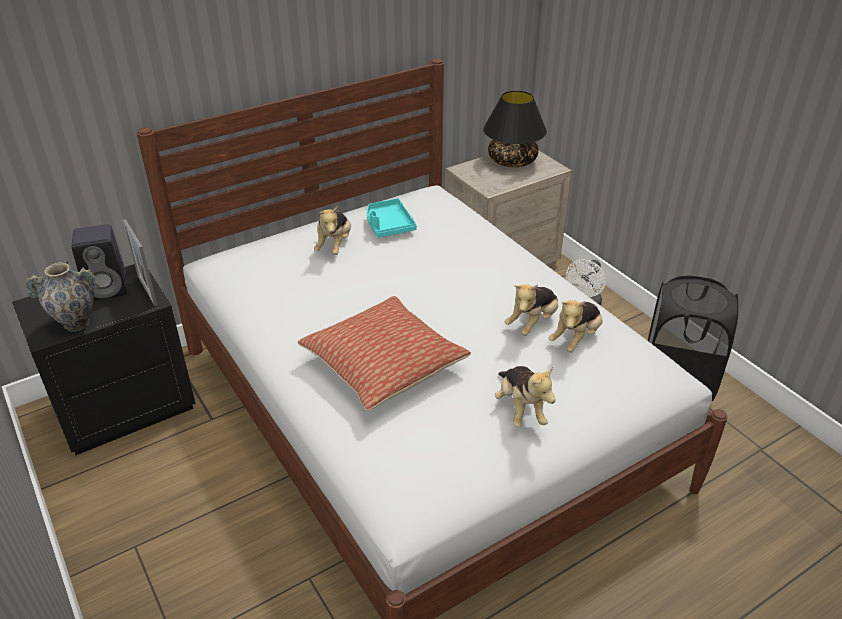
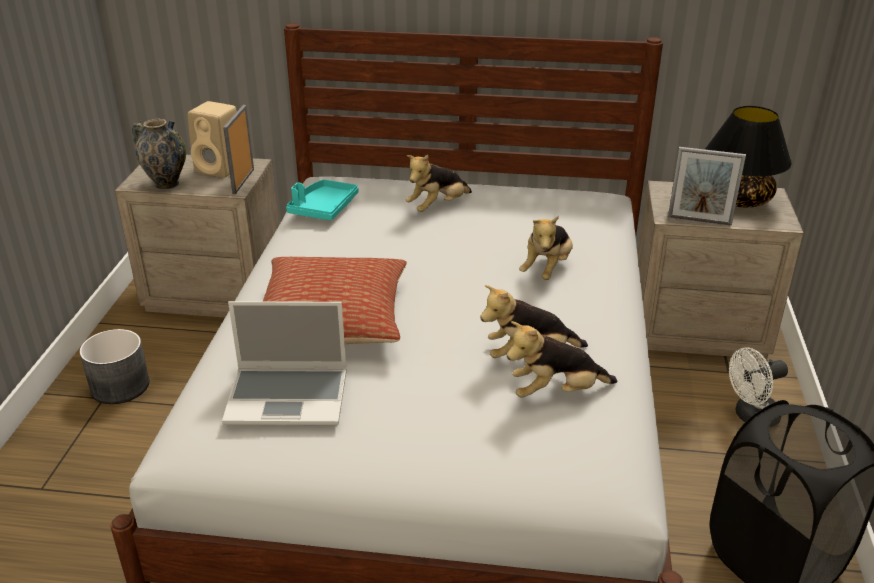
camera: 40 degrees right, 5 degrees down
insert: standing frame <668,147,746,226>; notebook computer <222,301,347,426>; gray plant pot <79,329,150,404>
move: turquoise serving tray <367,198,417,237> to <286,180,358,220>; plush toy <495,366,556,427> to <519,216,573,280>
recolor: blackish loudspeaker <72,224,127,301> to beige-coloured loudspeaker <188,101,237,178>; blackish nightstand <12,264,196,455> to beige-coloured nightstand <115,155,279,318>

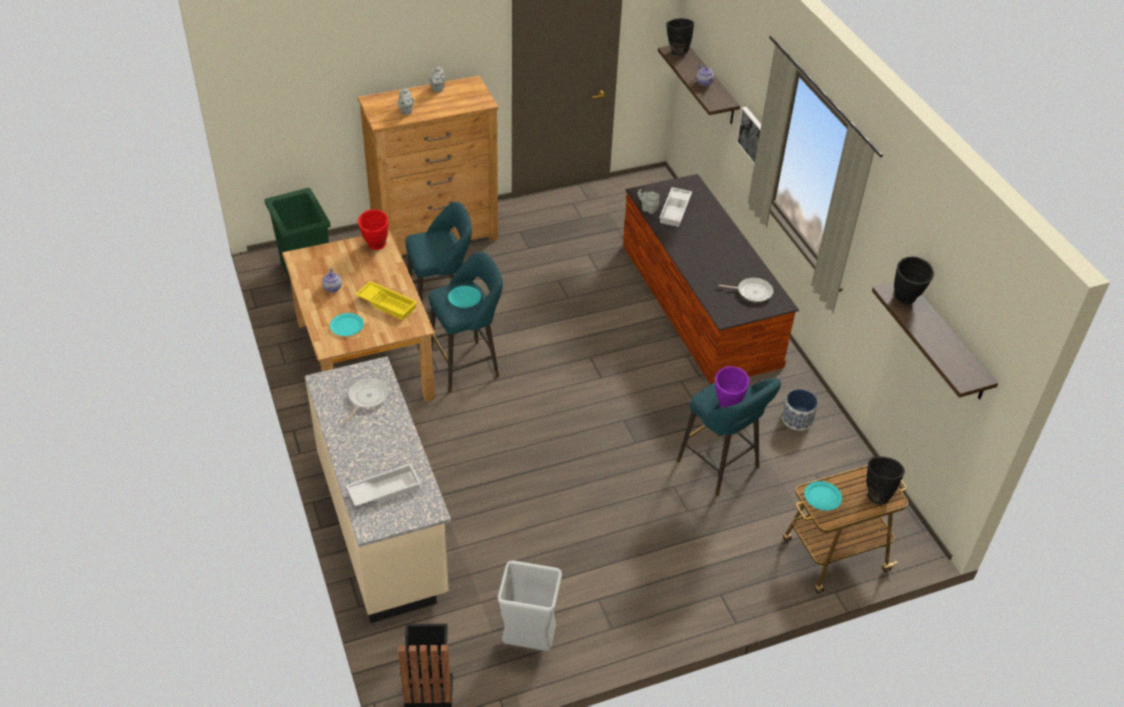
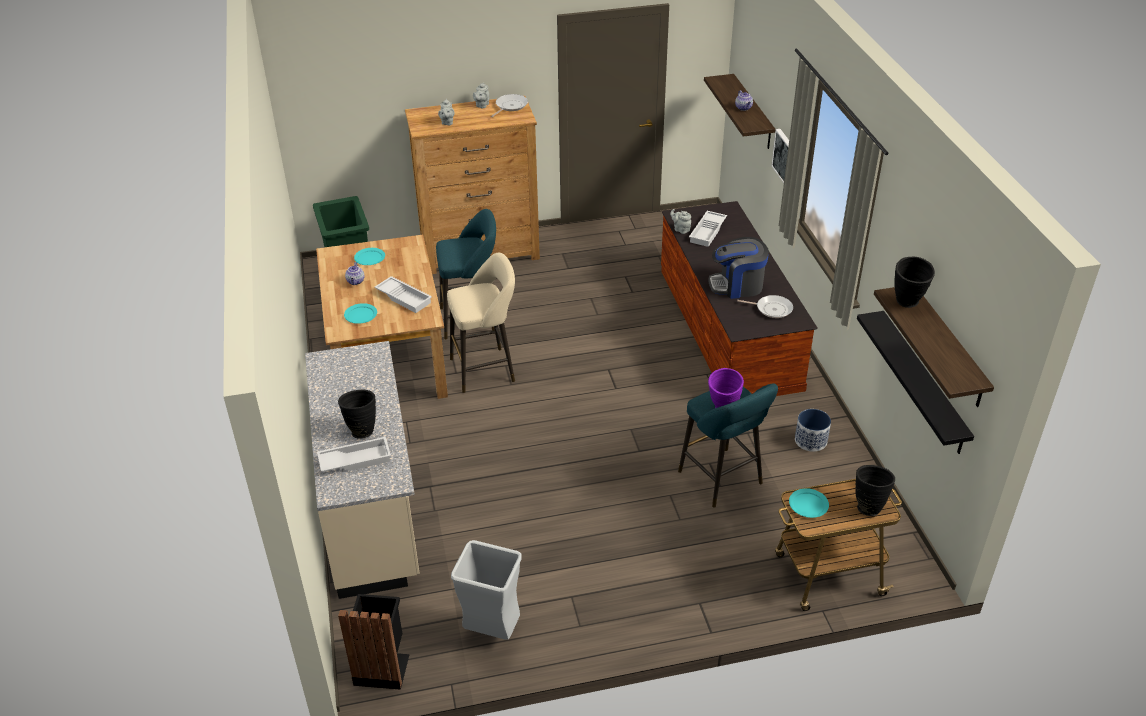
camera: 10 degrees right, 5 degrees down
delete: red-coloured decorative vase <358,210,388,250>
insert: coffee maker <708,237,769,299>; blackish bracket shelf <857,311,974,454>
move: blackish decorative vase <666,18,694,56> to <338,390,376,439>; turquoise flat dish <448,286,481,308> to <354,248,385,265>; pan <345,378,389,422> to <491,94,528,117>
recolor: turquoise sitting stool <429,251,503,393> to beige-coloured sitting stool <447,253,515,393>; yellowish serving tray <356,281,417,320> to white-coloured serving tray <374,276,432,313>

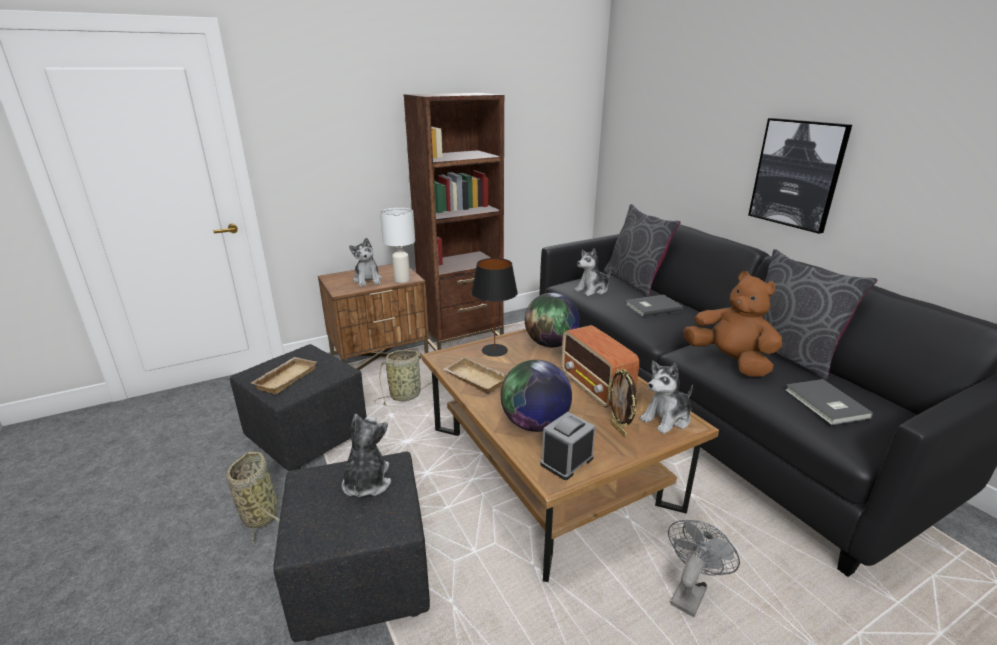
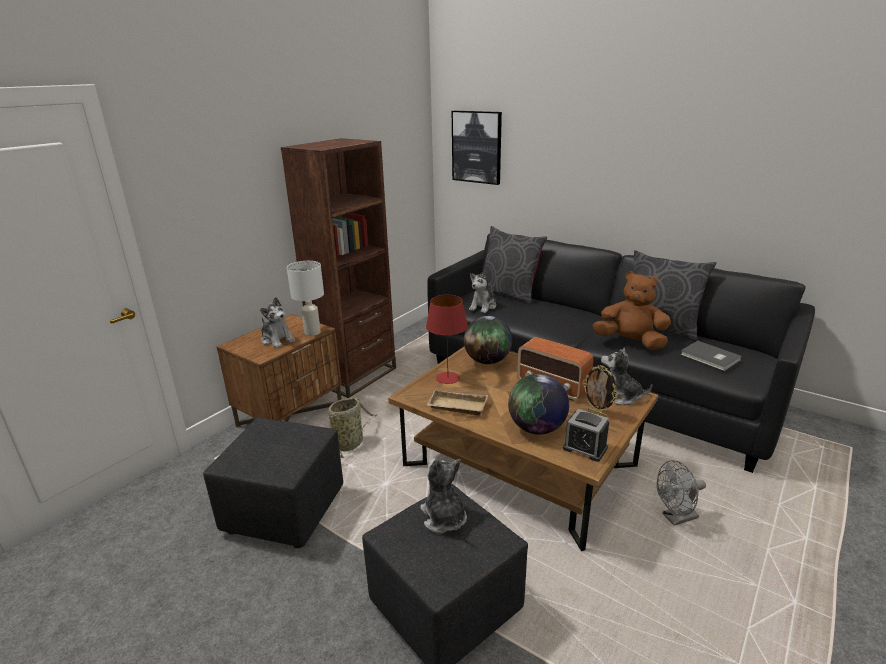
camera: 25 degrees left, 0 degrees up
delete: gray volume <626,295,683,317>; beige-coloured serving tray <251,357,317,394>; basket <226,452,280,546>
move: picture <748,118,852,234> to <452,111,502,185>
recolor: blackish tabletop lamp <471,258,518,357> to red-coloured tabletop lamp <426,295,468,384>
rotate: plush toy <640,361,693,434> = <601,347,652,405> 90 degrees clockwise; bedside clock <540,412,595,480> = <563,409,609,462> 75 degrees counterclockwise; gray fan <668,520,740,617> = <657,460,706,526> 120 degrees counterclockwise

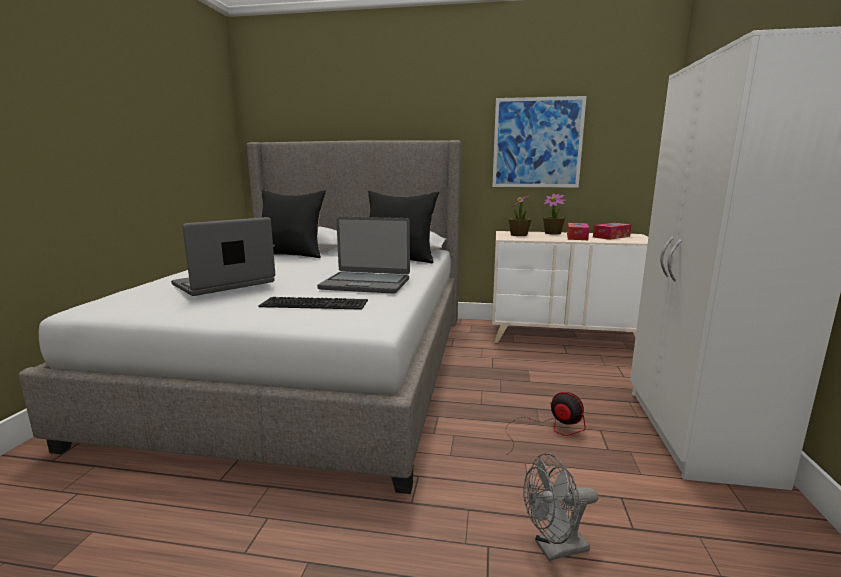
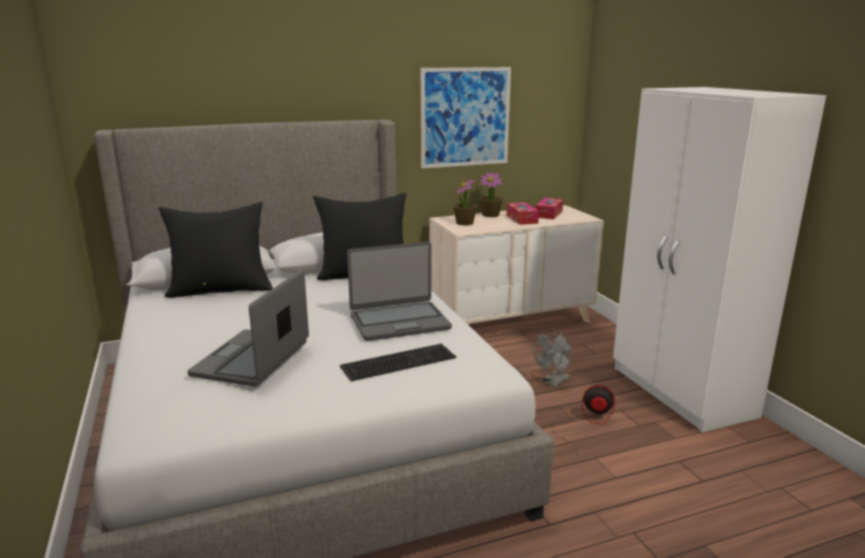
camera: 30 degrees left, 5 degrees up
move: gray fan <524,453,598,561> to <533,329,573,387>

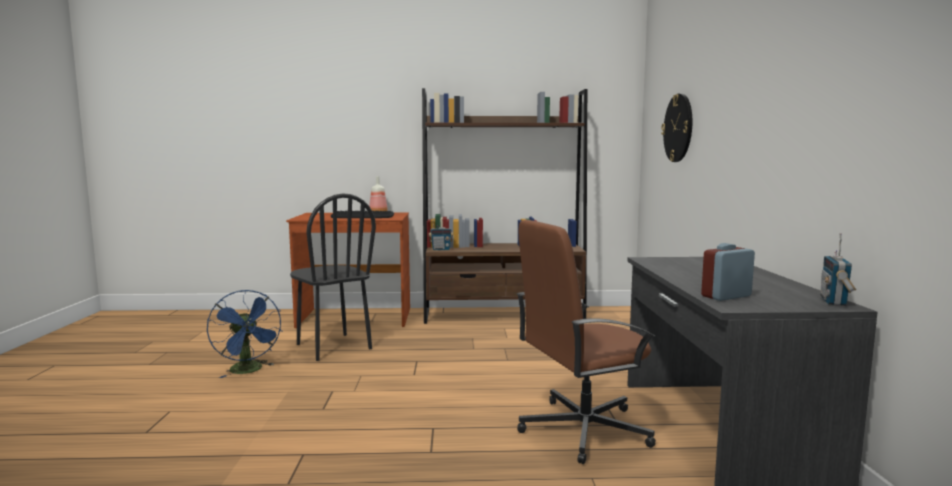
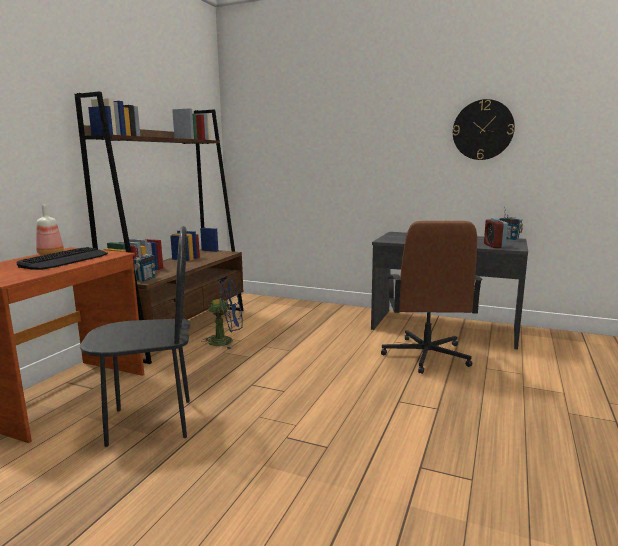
camera: 65 degrees left, 5 degrees up
move: wall clock <661,94,692,162> to <453,99,515,160>; bluish fan <207,290,283,378> to <201,278,243,349>

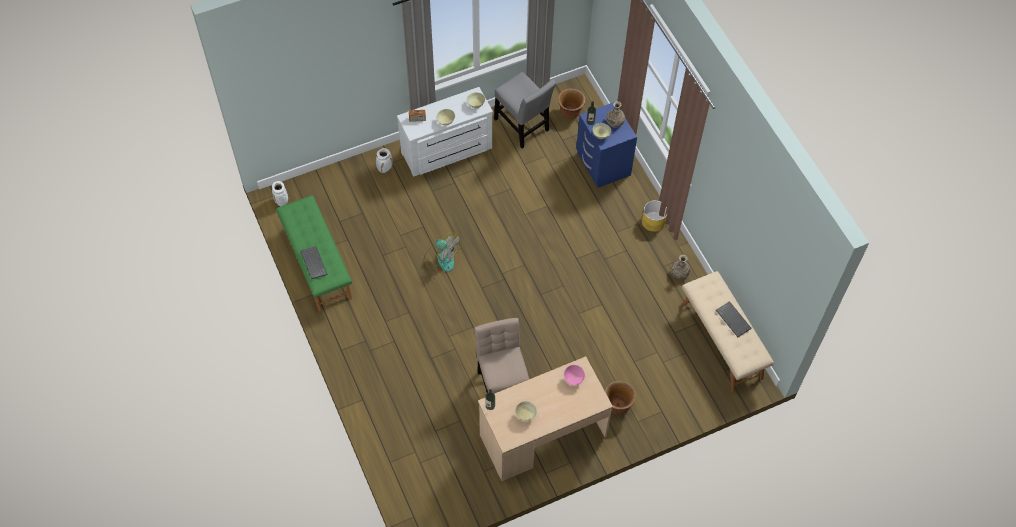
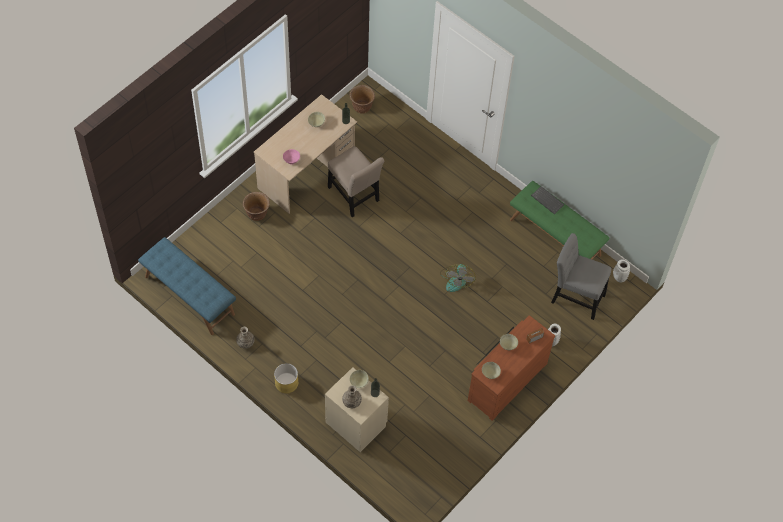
camera: 155 degrees right, 0 degrees up
delete: PC keyboard <716,301,752,337>
move: gray plain chair <494,72,556,148> to <551,233,611,320>; brown plant pot <558,88,585,119> to <350,85,375,114>
recolor: white-coloured drawer chest <397,87,493,177> to brown drawer chest <468,315,555,421>; bluish nightstand <576,102,637,188> to beige-coloured nightstand <325,367,389,452>; beige-coloured indoor bench <681,271,774,392> to bluish indoor bench <138,237,236,335>
rotate: fan <423,232,461,272> = <440,264,476,292> 90 degrees counterclockwise

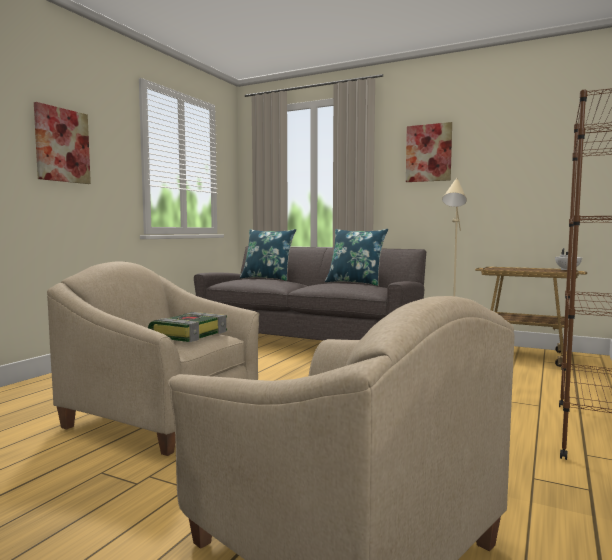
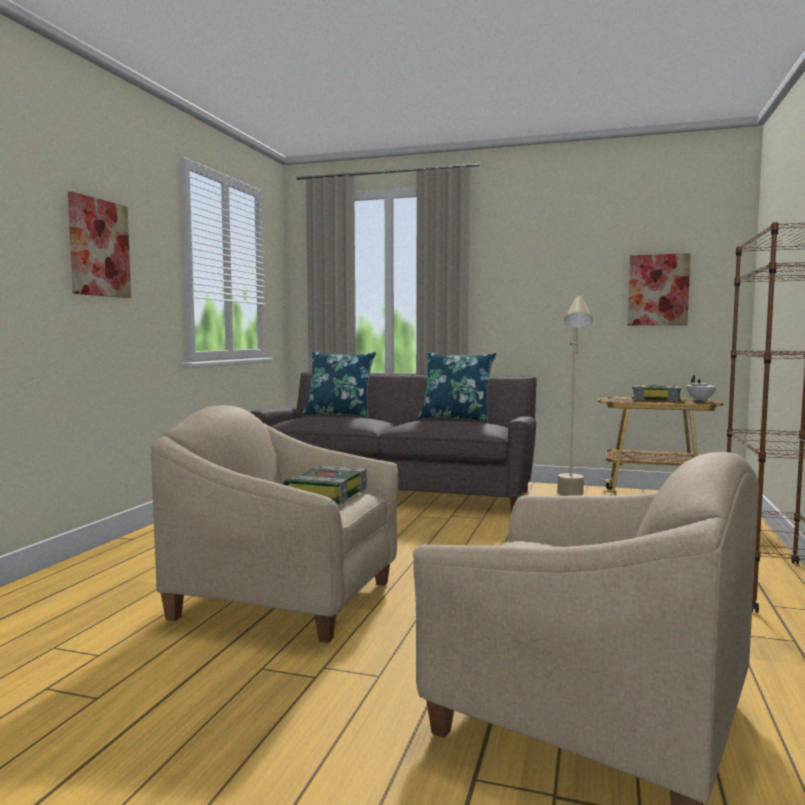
camera: 10 degrees left, 0 degrees up
insert: volume <632,384,681,401>
move: picture <406,122,452,182> to <628,253,691,326>

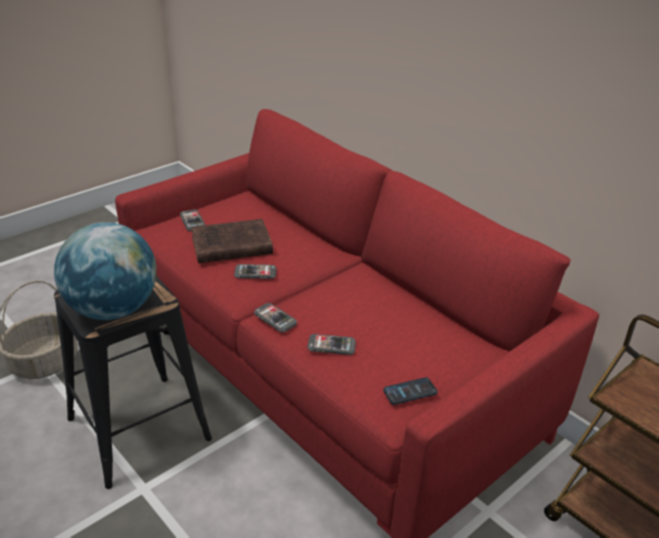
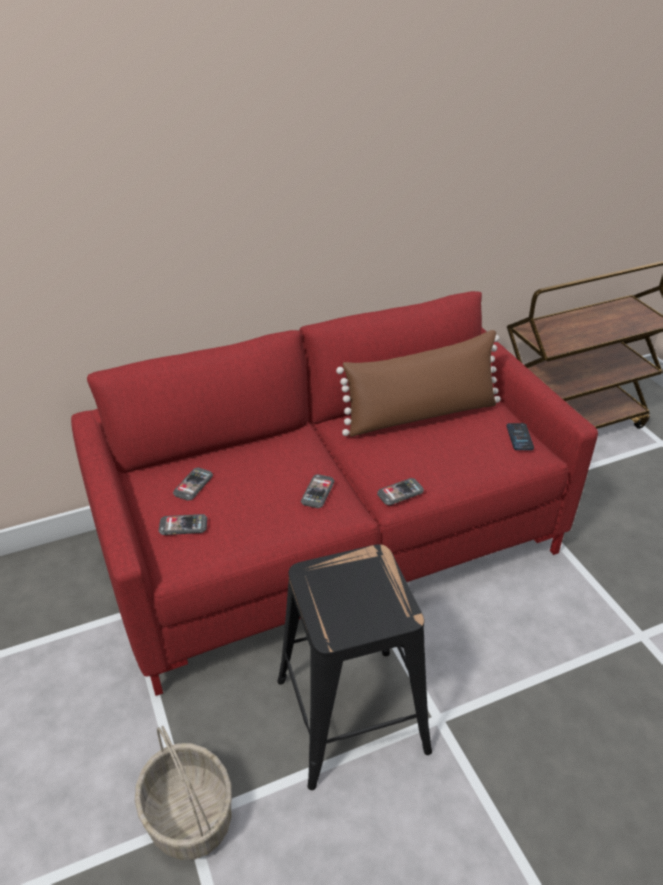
camera: 70 degrees left, 5 degrees up
delete: brown volume <191,219,273,263>; world globe <54,222,157,320>
insert: brown cushion <336,330,501,437>
move: phone <307,334,356,355> to <173,468,213,501>

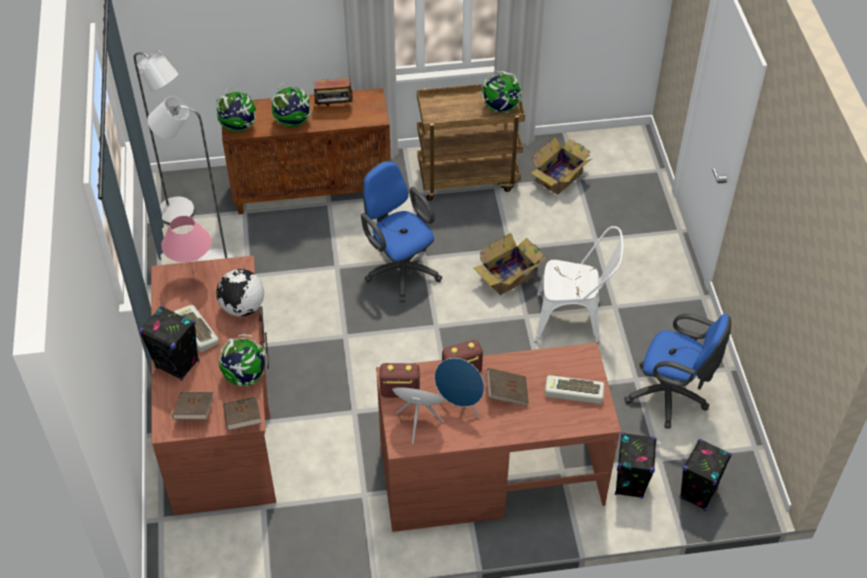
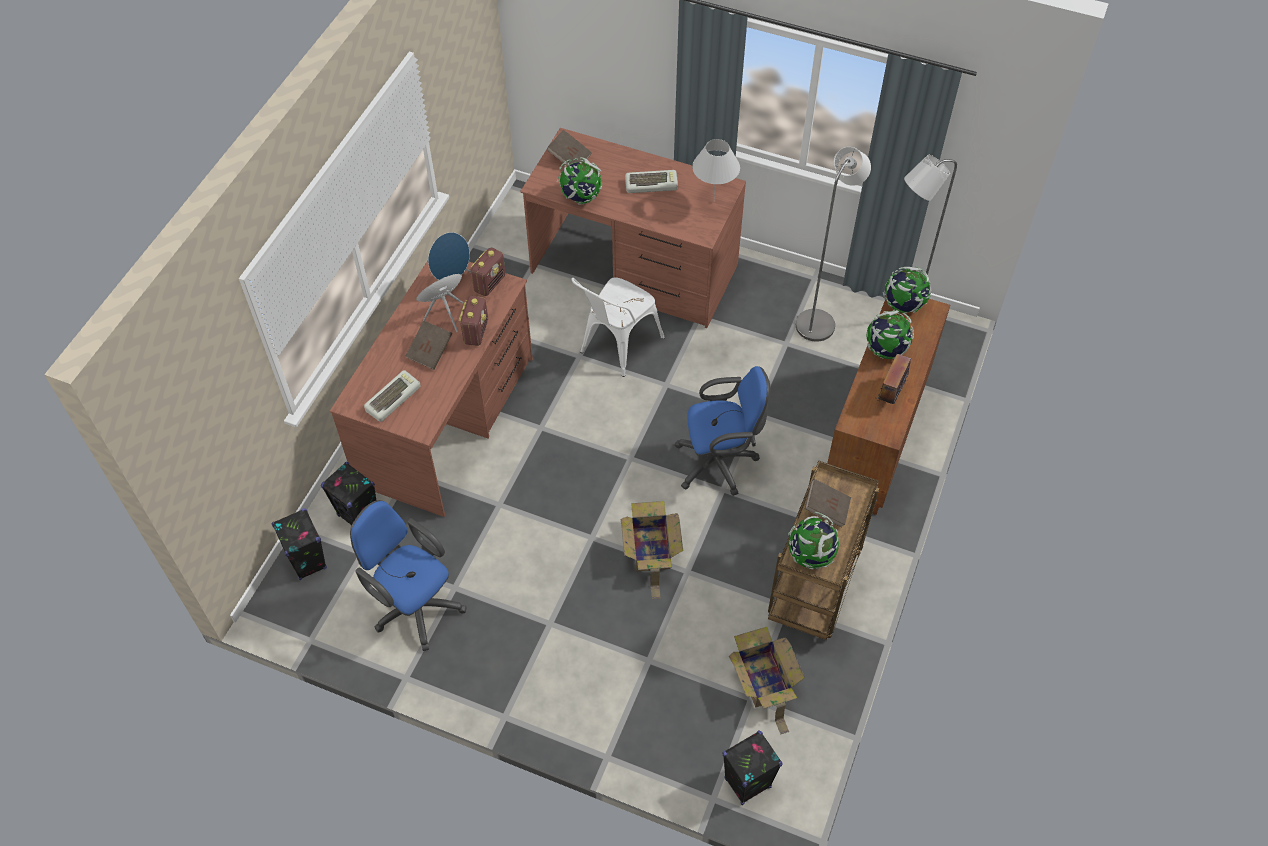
camera: 120 degrees right, 5 degrees up
delete: world globe <216,269,264,317>
move: white-coloured plain chair <535,226,624,343> to <572,277,665,377>; blackish loudspeaker <139,306,199,381> to <722,730,783,805>; brown volume <223,396,262,430> to <805,479,851,527>
recolor: pink-coloured tabletop lamp <161,216,211,277> to white-coloured tabletop lamp <692,139,740,196>
rotate: bluish computer chair <624,314,731,429> = <350,500,466,651> 75 degrees clockwise

